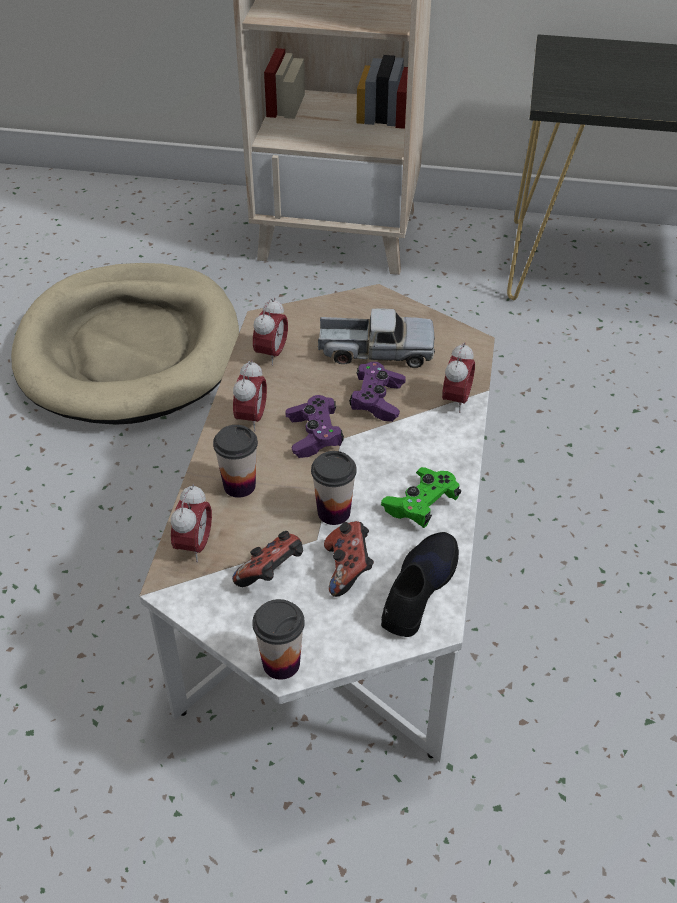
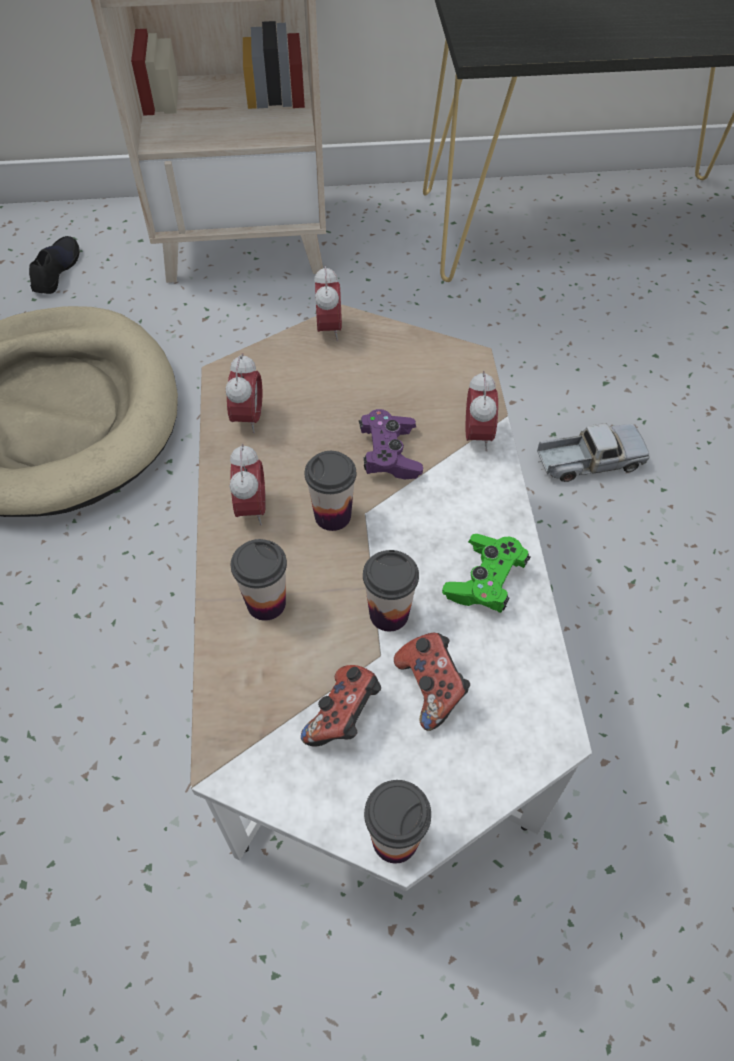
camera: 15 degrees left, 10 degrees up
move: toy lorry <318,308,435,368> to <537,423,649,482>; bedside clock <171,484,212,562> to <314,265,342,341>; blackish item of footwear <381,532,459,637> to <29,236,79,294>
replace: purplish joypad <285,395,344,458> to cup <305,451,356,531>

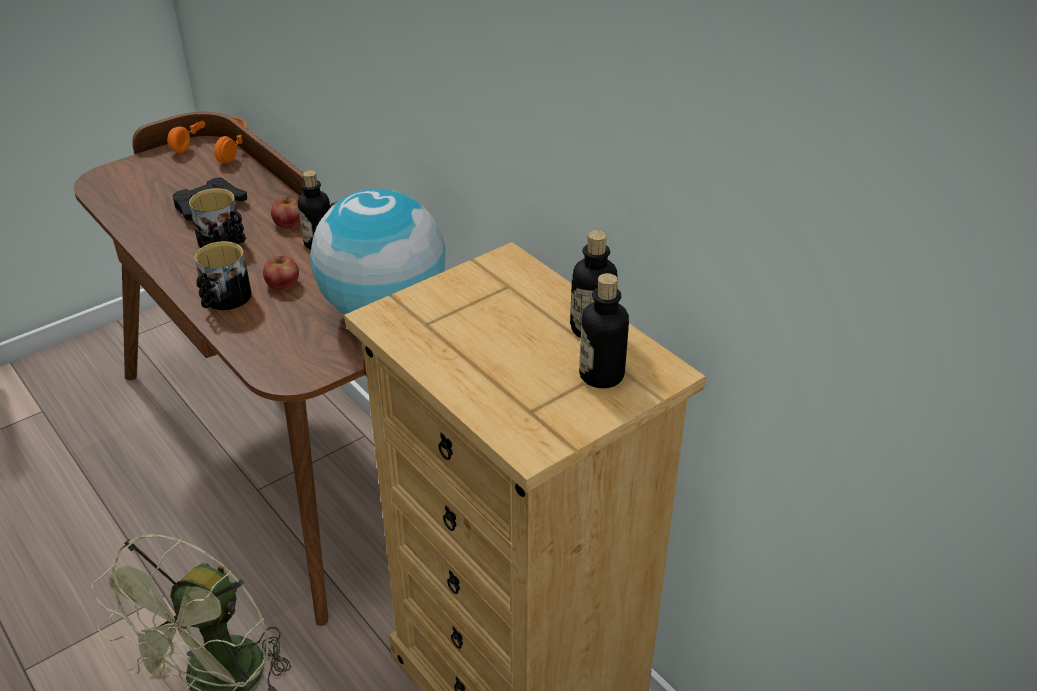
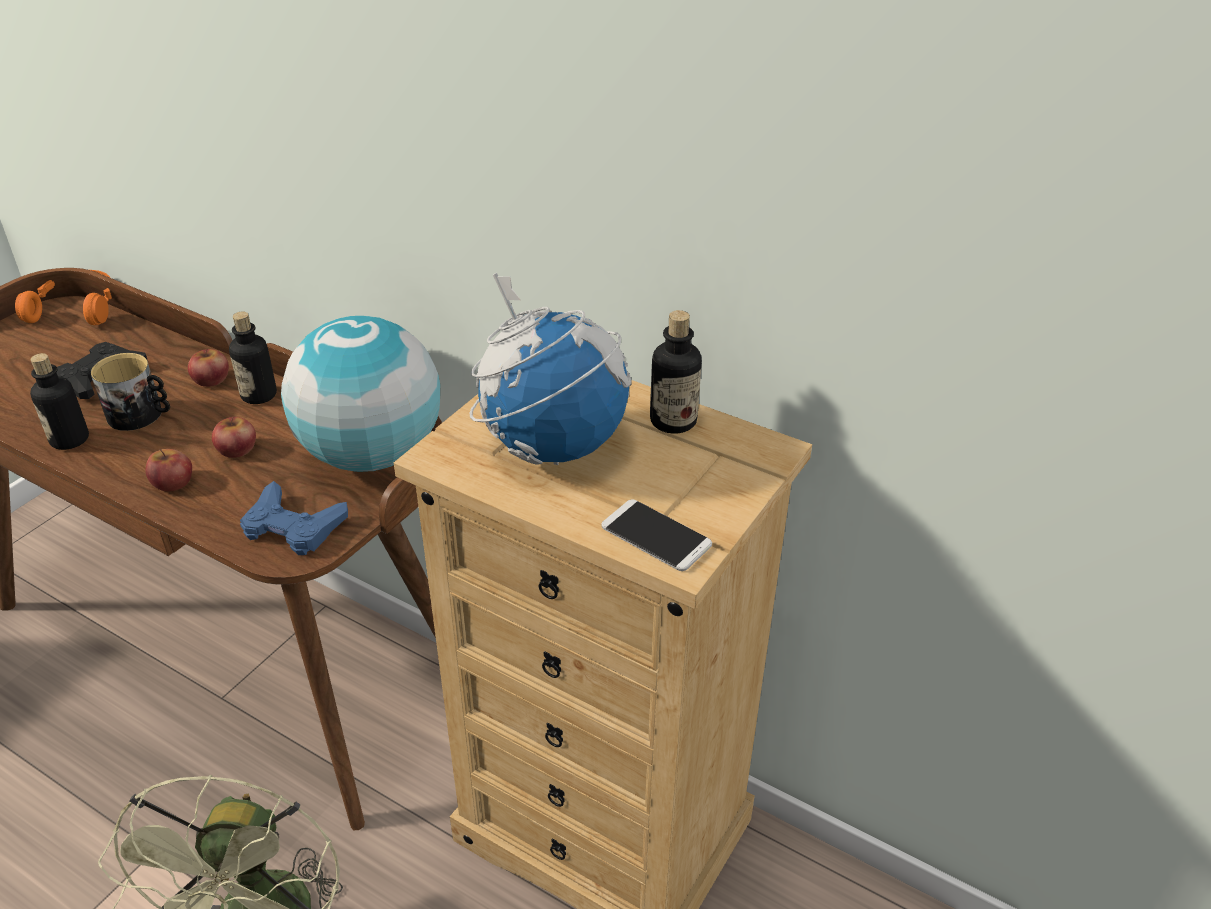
camera: 20 degrees left, 0 degrees up
insert: world globe <470,273,632,465>; bluish joypad <240,481,348,555>; phone <602,499,712,571>
move: drink bottle <579,273,629,388> to <30,353,89,450>
replace: coffee mug <195,241,252,310> to apple fruit <146,449,192,491>

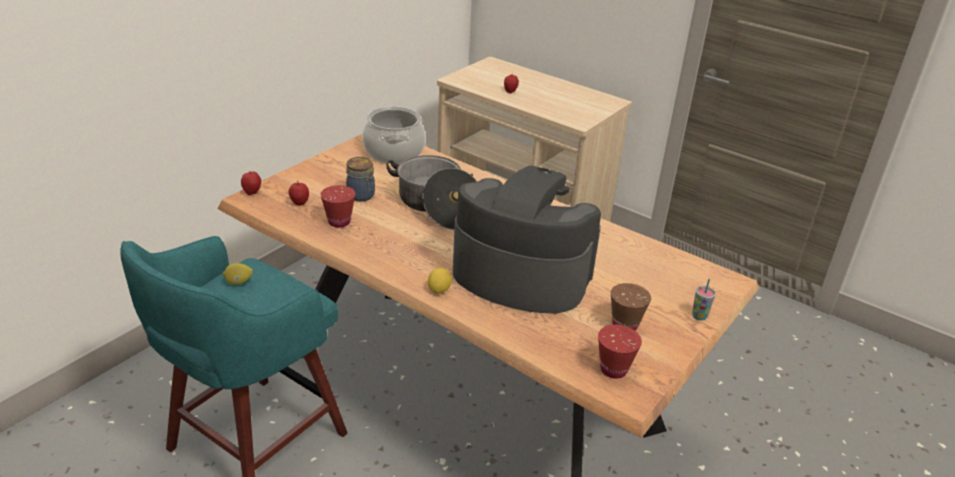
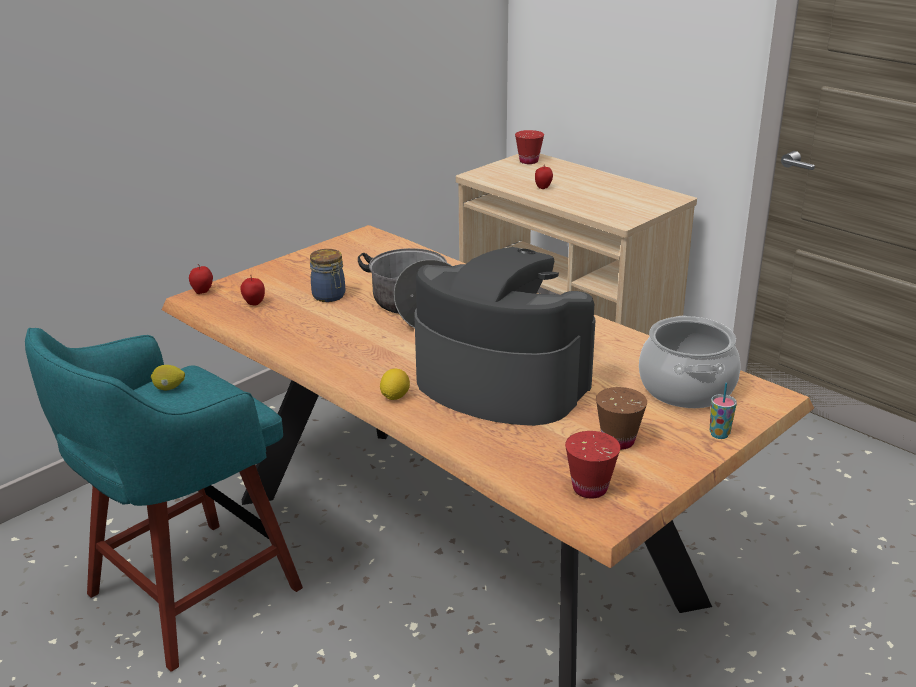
camera: 10 degrees right, 5 degrees down
move: saucepot <362,106,425,164> to <639,316,740,408>; red-coloured cup <320,185,356,228> to <515,130,544,164>

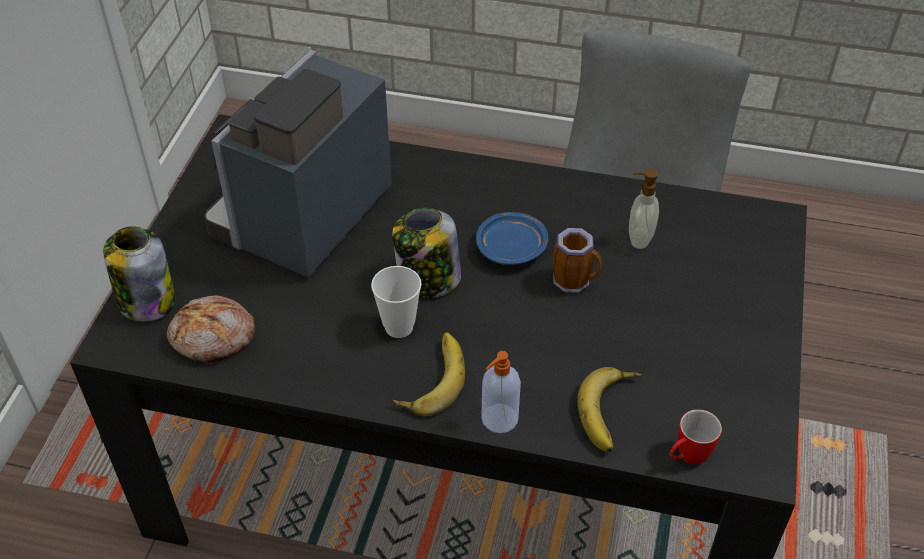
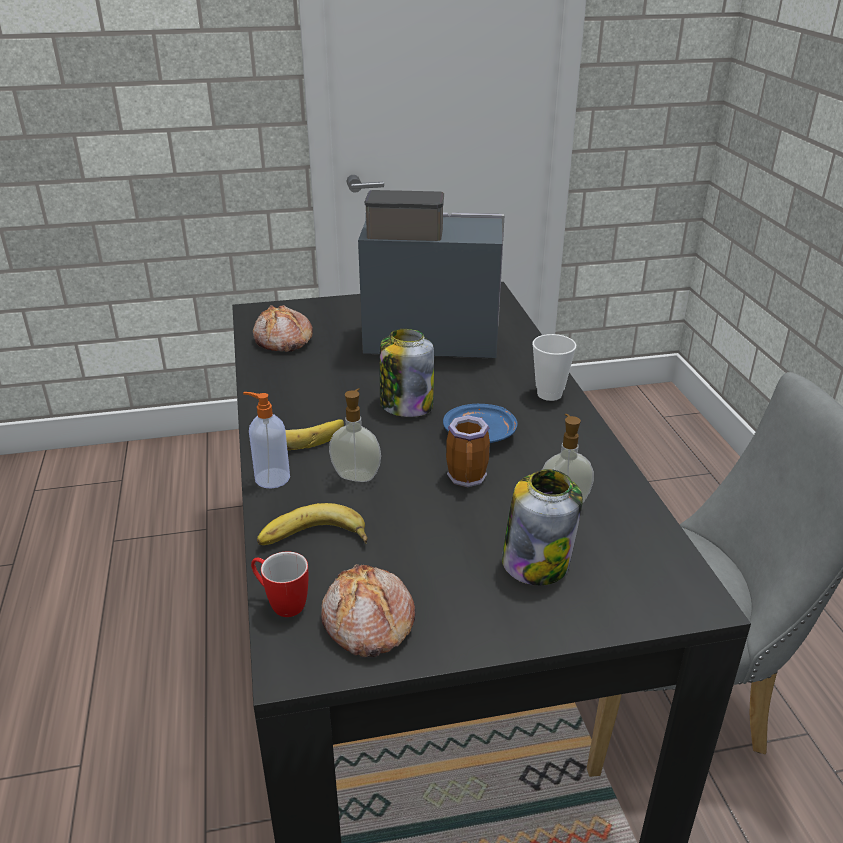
camera: 65 degrees right, 15 degrees down
insert: soap dispenser <329,388,381,482>; bakery bread <321,564,415,657>
move: jar <103,226,175,322> to <502,469,583,585>; cup <371,266,422,338> to <532,334,576,401>

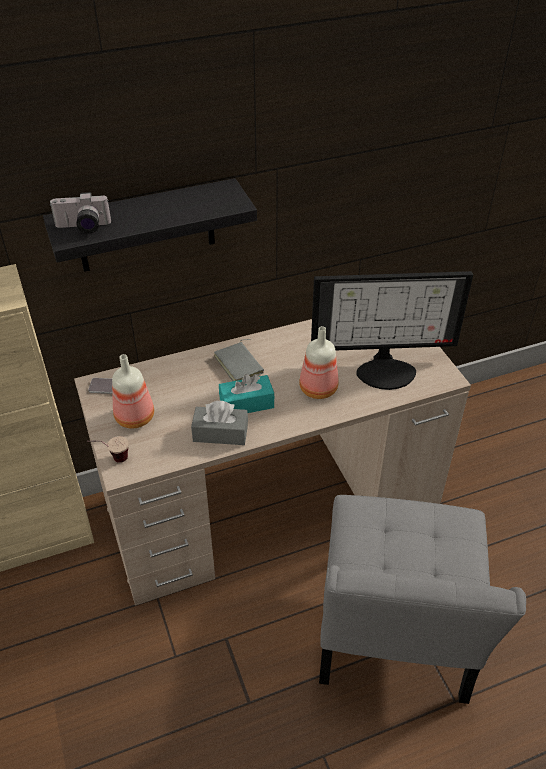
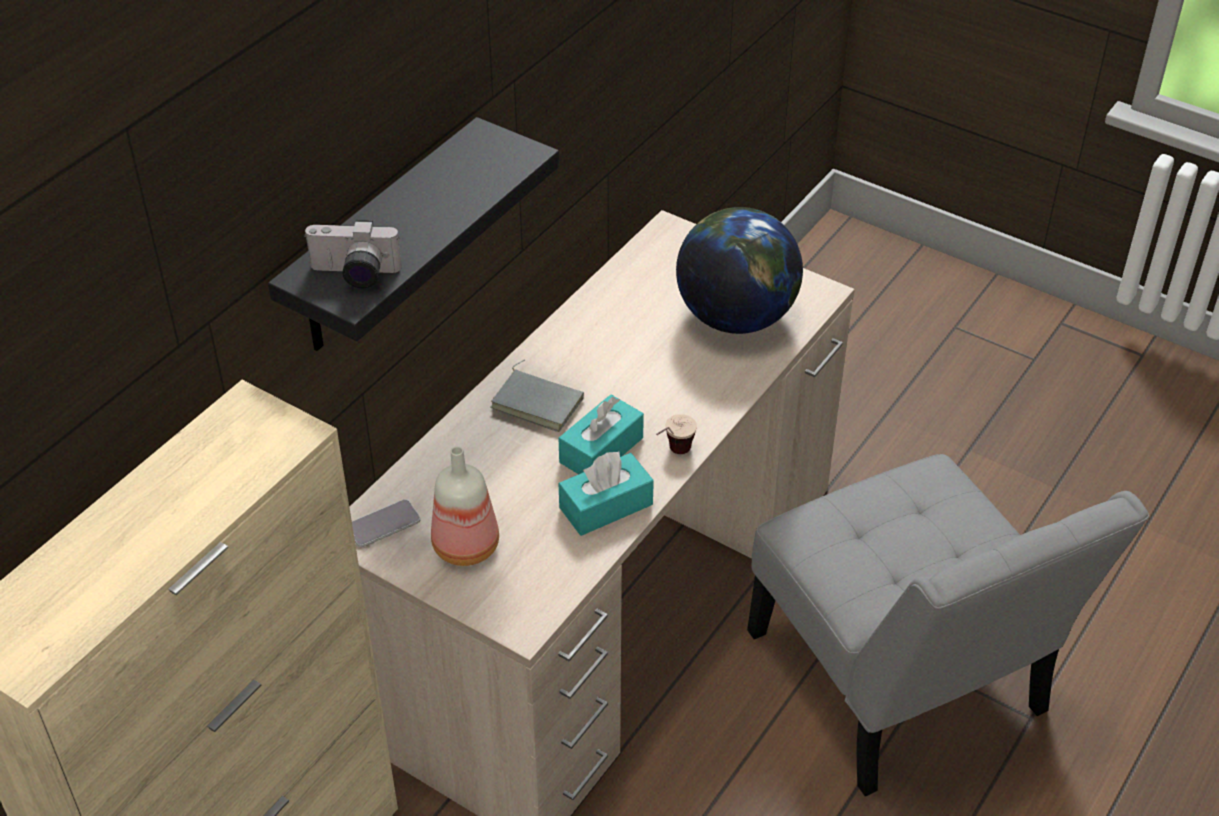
camera: 35 degrees left, 0 degrees up
delete: drink bottle <299,326,339,399>
move: cup <87,436,129,463> to <656,414,697,454>
replace: monitor <311,271,473,390> to world globe <676,207,803,334>
recolor: gray box of tissues <191,401,248,445> to turquoise box of tissues <559,451,654,536>
rotate: still camera <49,192,111,234> = <304,220,402,288> 45 degrees clockwise

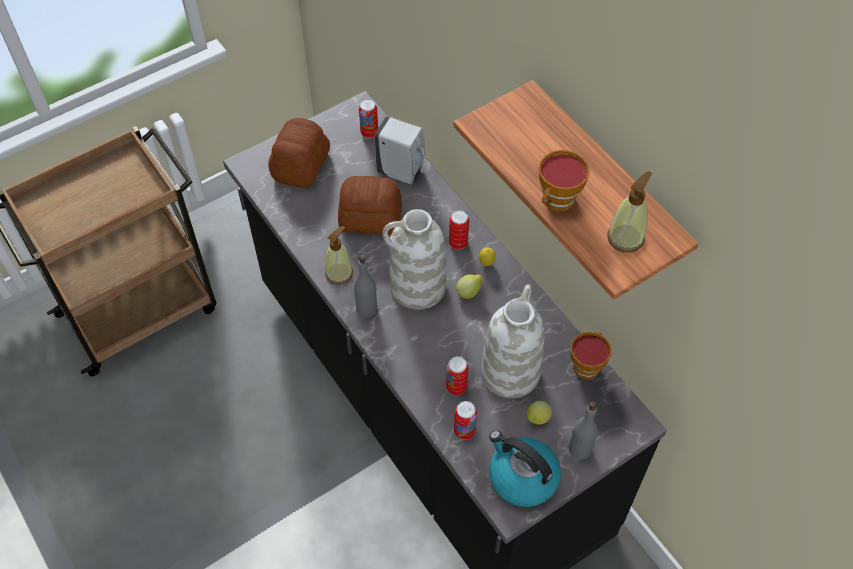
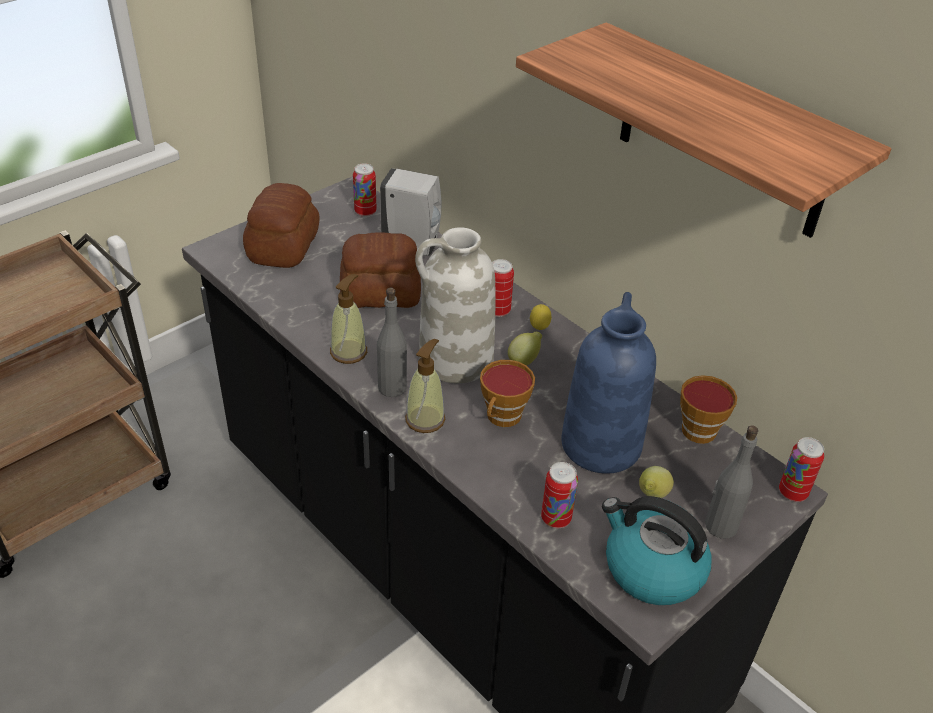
camera: 10 degrees left, 15 degrees down
move: cup <538,150,590,212> to <480,360,535,427>; soap dispenser <607,171,652,253> to <405,339,445,433>; sealed can <446,356,468,395> to <779,437,824,502>
recolor: white-coloured decorative vase <481,284,545,398> to bluish decorative vase <561,292,656,474>

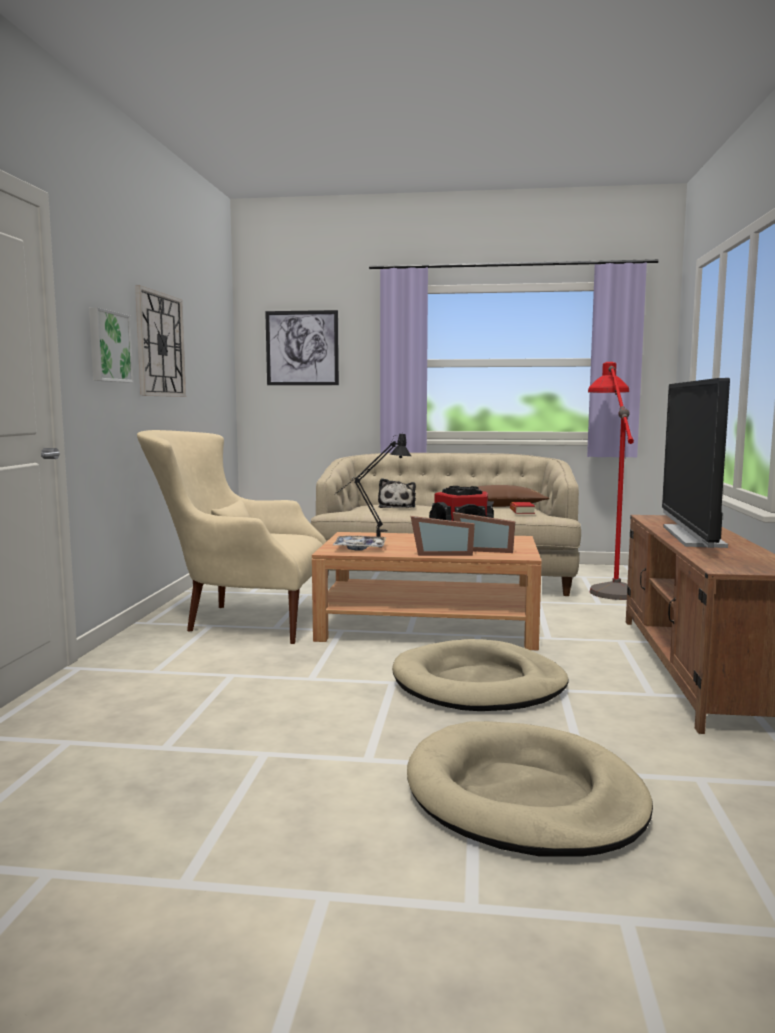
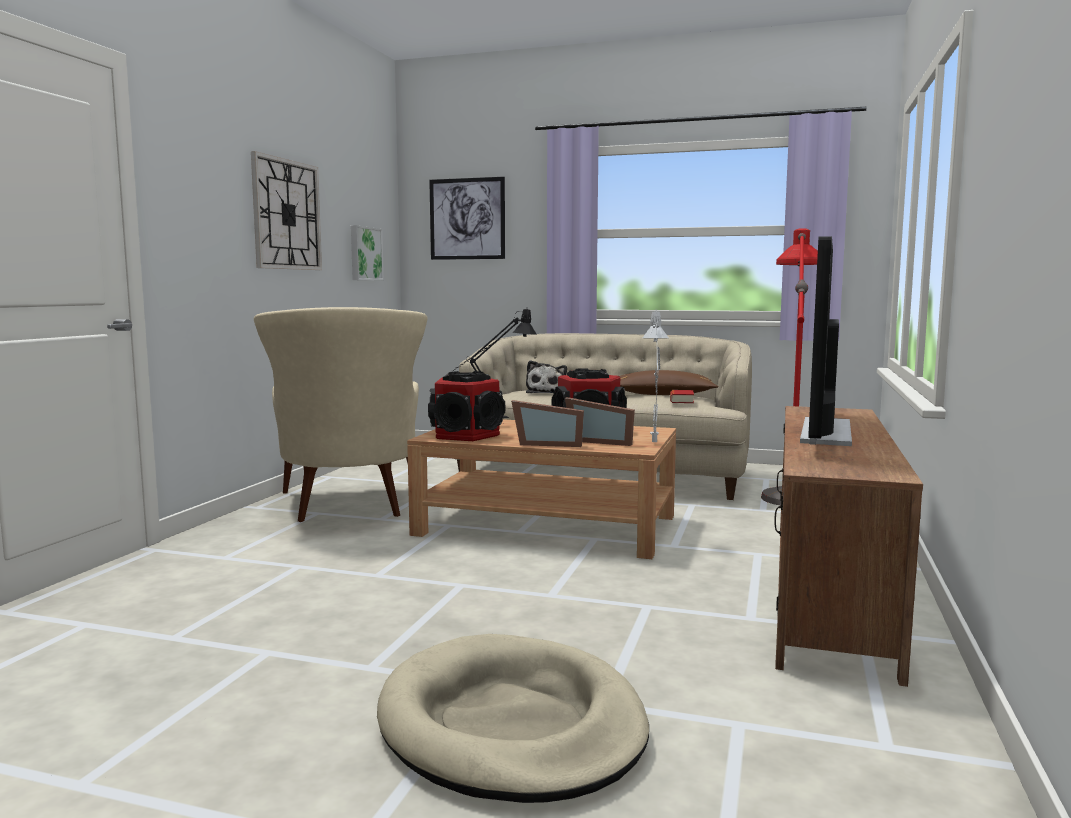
camera: 10 degrees right, 0 degrees up
delete: beige-coloured pet bed <392,639,568,711>
insert: gray tabletop lamp <643,309,669,442>
move: picture <89,307,133,383> to <351,225,384,281>
replace: serving tray <332,536,387,551> to loudspeaker <428,371,506,441>
rotate: beige-coloured lounge chair <137,430,326,644> = <254,307,428,522> 120 degrees counterclockwise

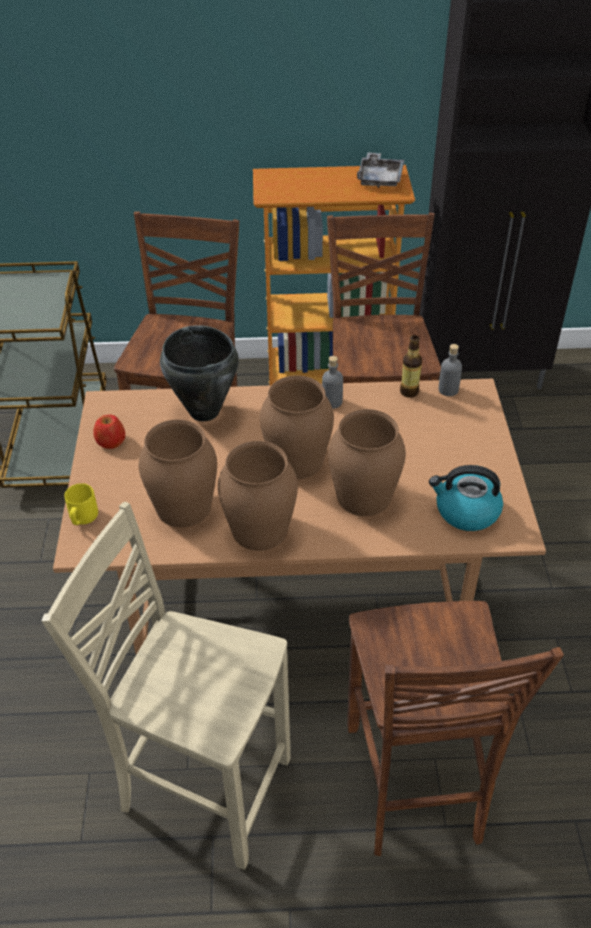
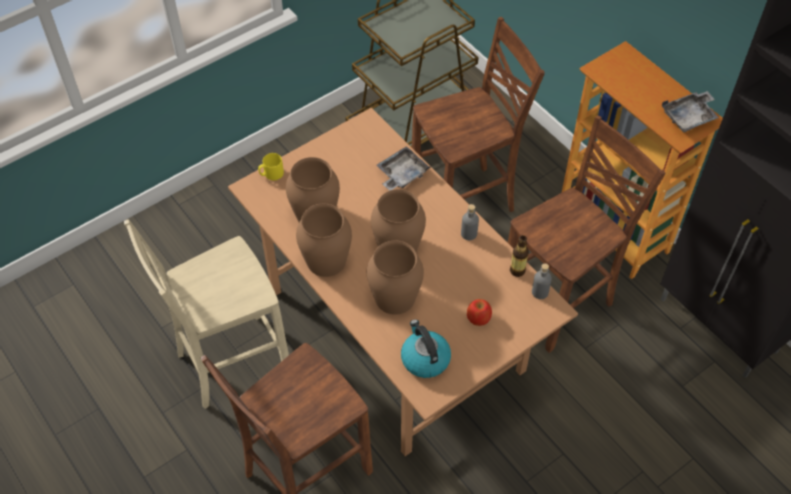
camera: 55 degrees right, 10 degrees up
move: apple fruit <93,414,125,449> to <467,299,492,326>
replace: blackish saucepot <160,325,239,421> to gray serving tray <377,146,430,191>
rotate: beige-coloured plain chair <42,502,291,870> = <124,219,289,409> 105 degrees counterclockwise

